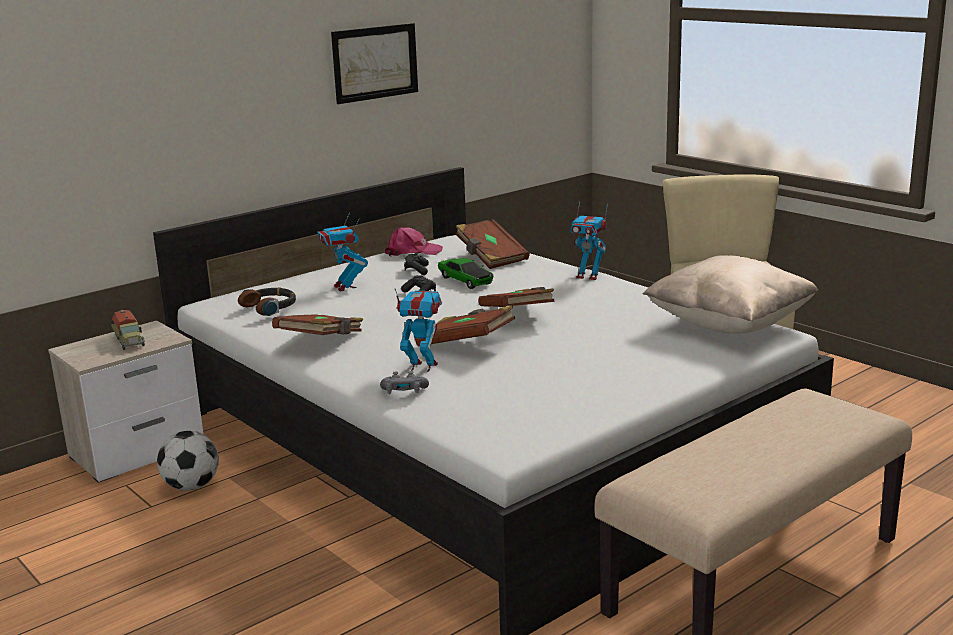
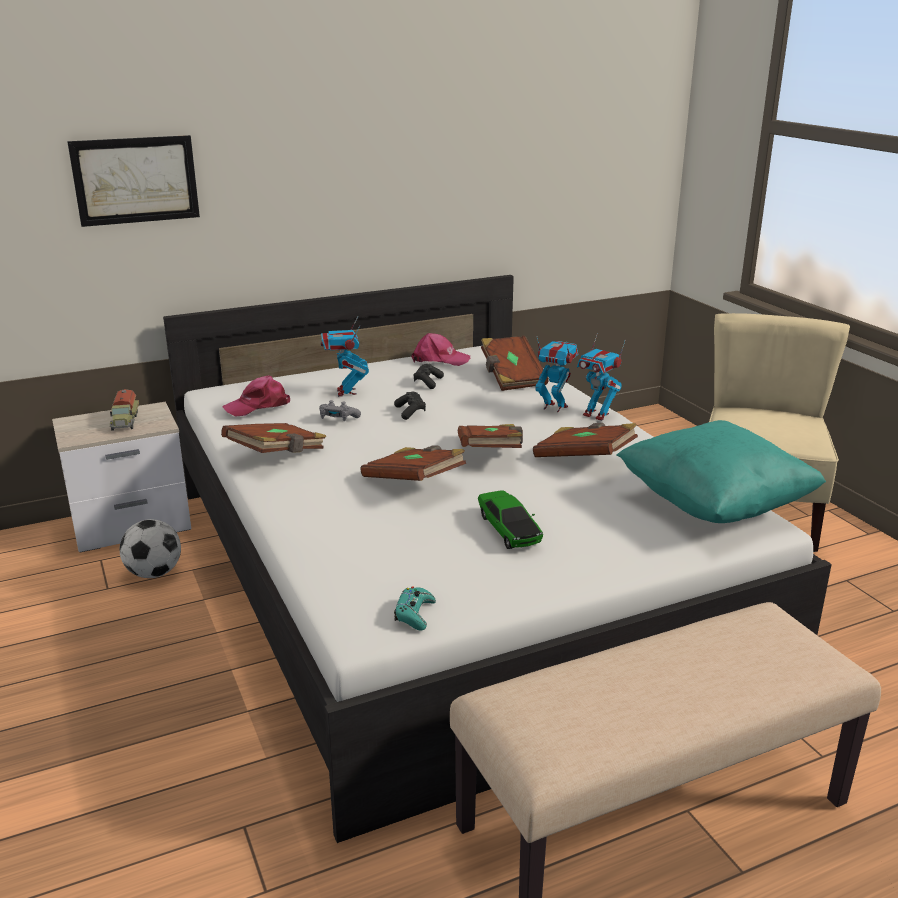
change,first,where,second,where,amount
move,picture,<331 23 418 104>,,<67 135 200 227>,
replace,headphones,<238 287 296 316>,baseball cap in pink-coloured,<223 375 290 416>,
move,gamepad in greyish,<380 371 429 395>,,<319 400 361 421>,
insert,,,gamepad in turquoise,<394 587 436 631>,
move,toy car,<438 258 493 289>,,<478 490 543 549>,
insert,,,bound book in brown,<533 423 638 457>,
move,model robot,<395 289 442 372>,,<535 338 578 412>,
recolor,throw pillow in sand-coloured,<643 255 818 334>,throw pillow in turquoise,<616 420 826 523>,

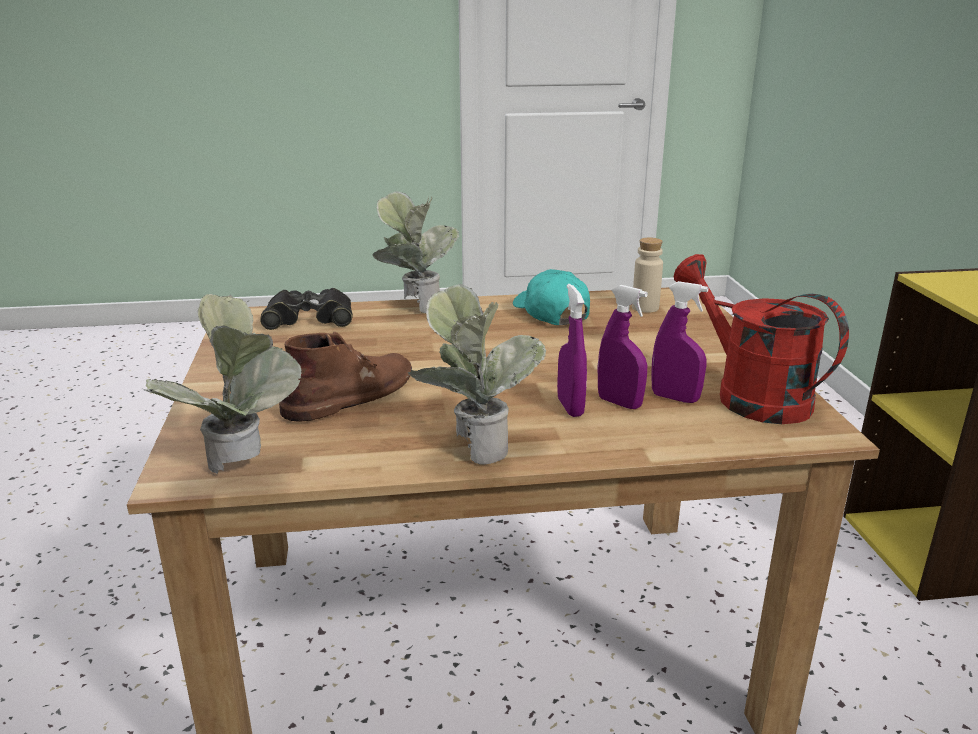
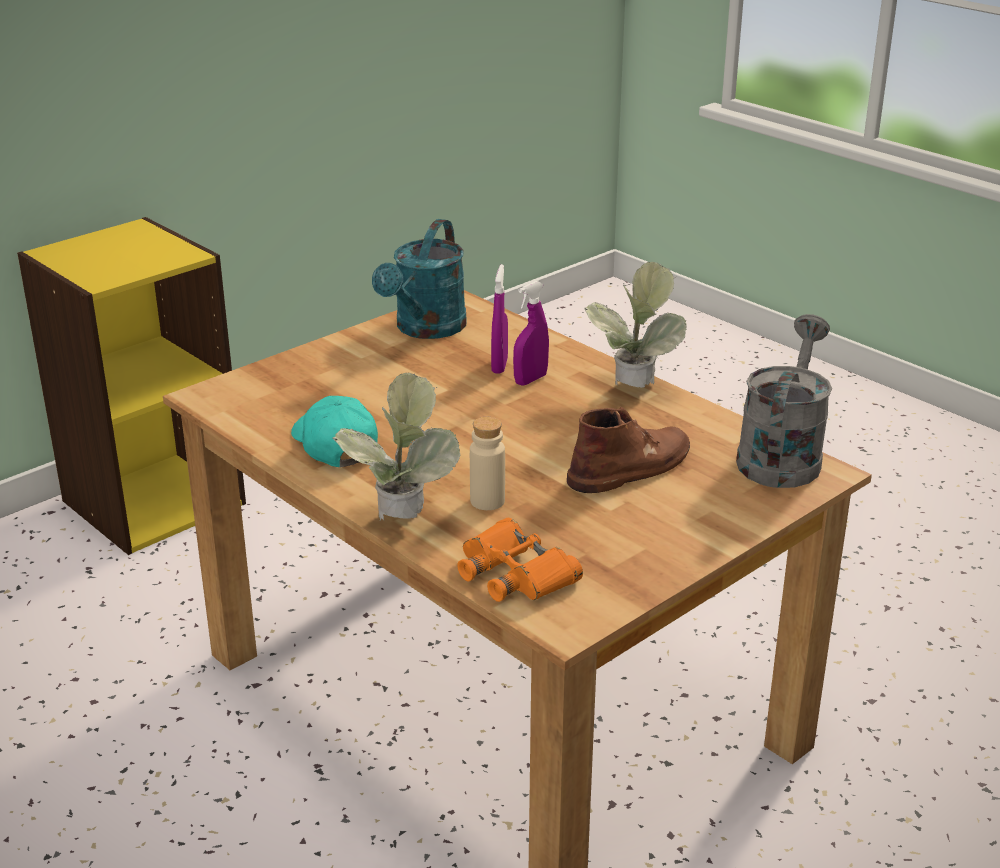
change,first,where,second,where,amount
rotate,baseball cap in turquoise,<513 269 590 325>,,<291 396 378 467>,120 degrees clockwise
recolor,watering pot in reddish,<674 254 849 424>,watering pot in turquoise,<372 219 467 339>,
recolor,field glasses in black-coloured,<260 288 353 330>,field glasses in orange,<457 518 583 602>,
move,drink bottle in sand-coloured,<632 238 663 313>,,<470 417 505 510>,
rotate,high-top boot in brown,<279 332 412 422>,,<567 407 690 493>,135 degrees clockwise
replace,potted plant,<145 294 302 474>,watering pot in greyish,<736 314 832 488>,
delete,hand sprayer in purple,<651 281 708 403>,,,

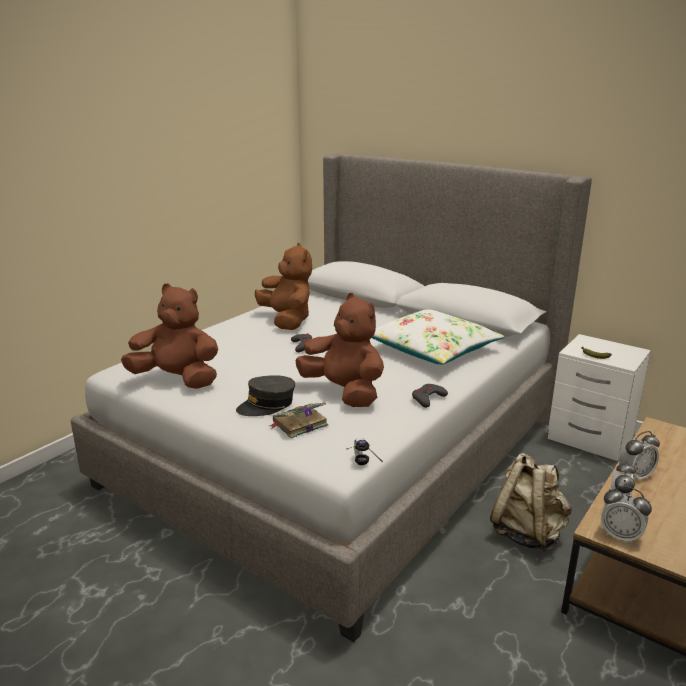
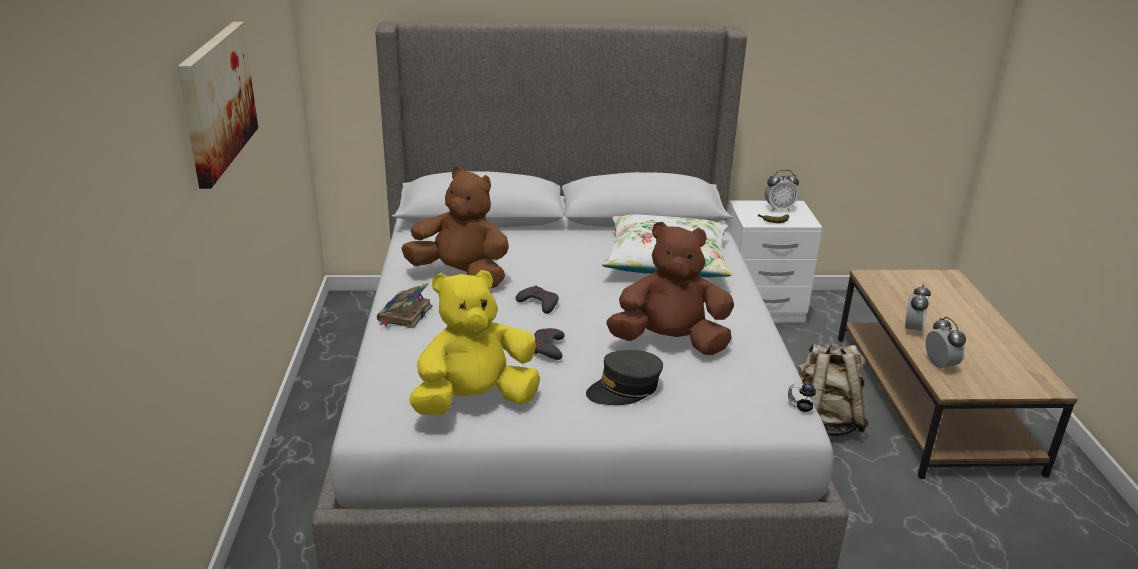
change,first,where,second,where,amount
insert,,,picture,<178 22 258 189>,
move,bound book,<270 403 328 438>,,<377 283 433 328>,
recolor,plush toy in brown,<121 283 218 389>,plush toy in yellow-coloured,<409 270 540 415>,
move,gamepad in greyish,<412 384 448 408>,,<534 328 565 360>,
rotate,baseball cap in greyish,<236 375 295 416>,,<586 350 663 405>,45 degrees clockwise
move,table clock,<601 486 652 545>,,<765 170 799 212>,

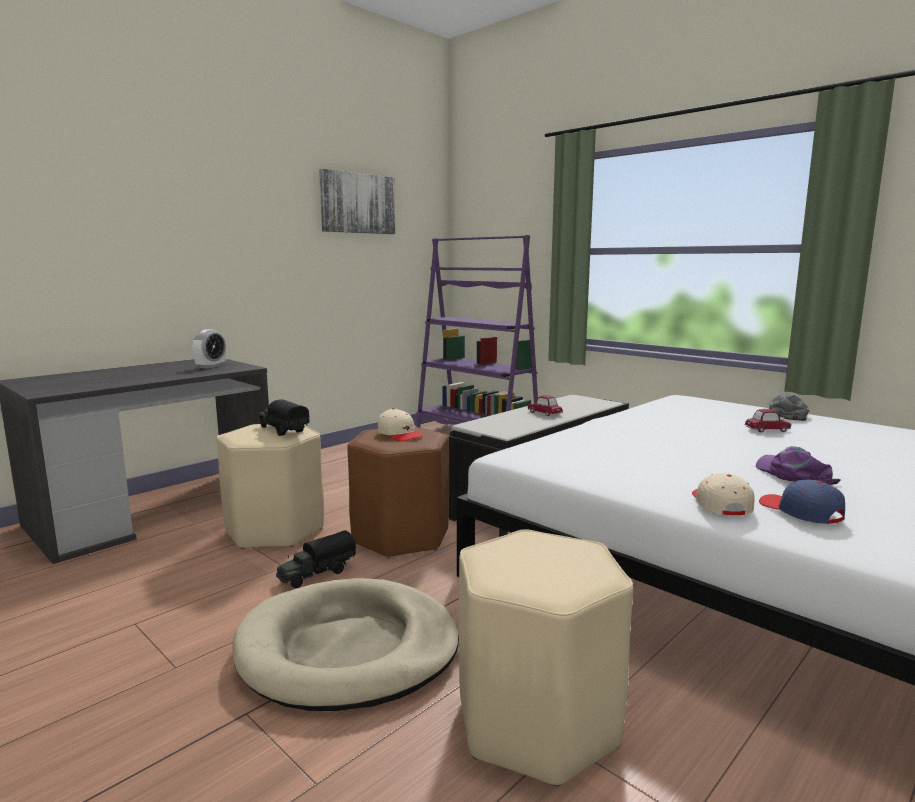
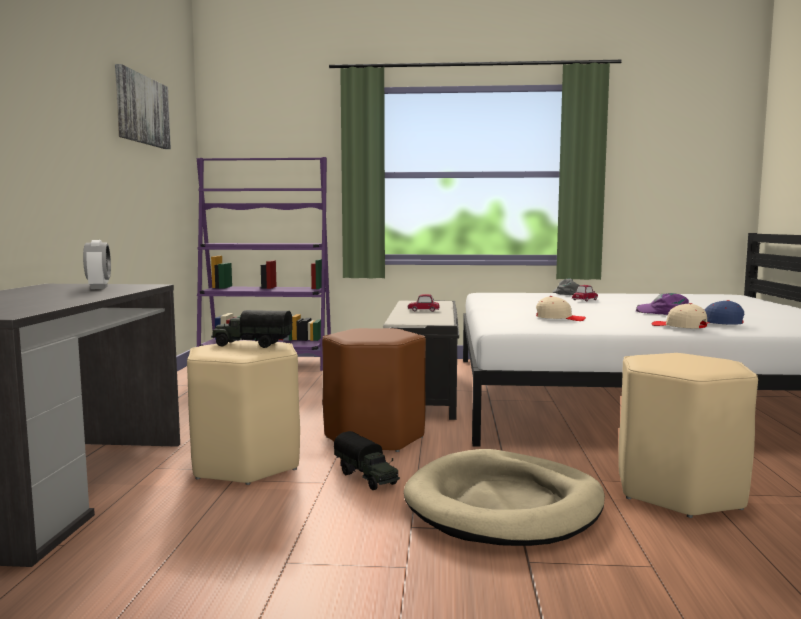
change,first,where,second,where,amount
rotate,toy lorry,<276 530 356 588>,,<334 431 400 490>,45 degrees counterclockwise
move,baseball cap in sand-coloured,<378 408 423 442>,,<536 296 586 321>,

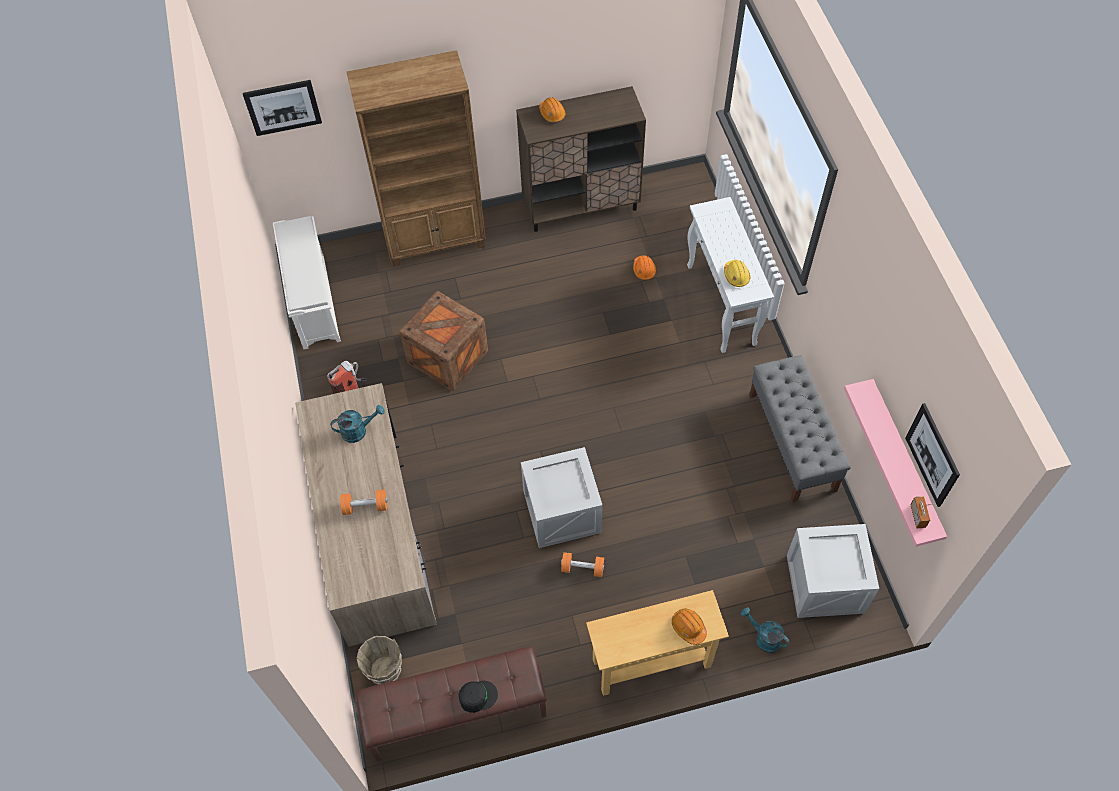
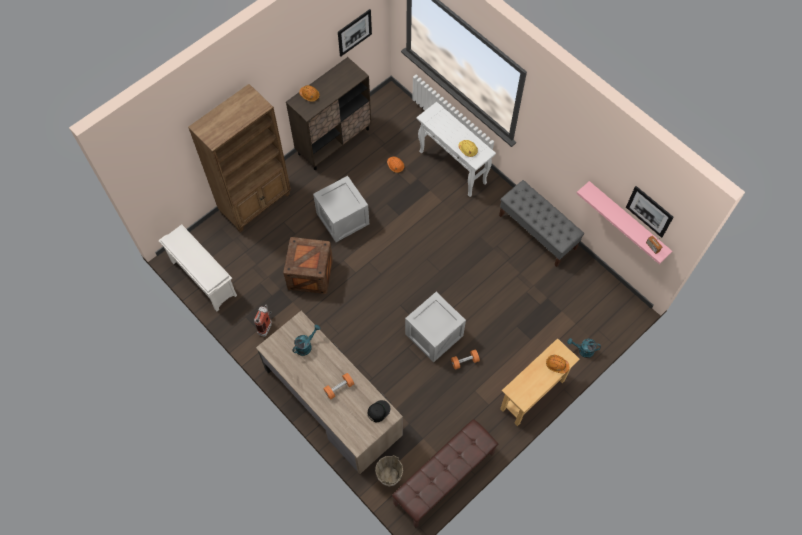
change,first,where,second,where,amount
move,crate,<787 524 879 618>,,<313 176 369 242>,
move,picture,<243 80 322 136>,,<338 9 372 57>,
move,baseball cap in black-coloured,<459 681 498 713>,,<368 400 390 422>,

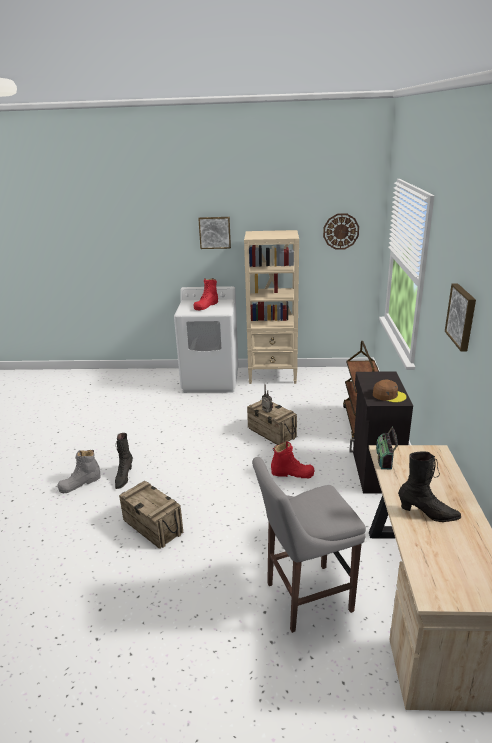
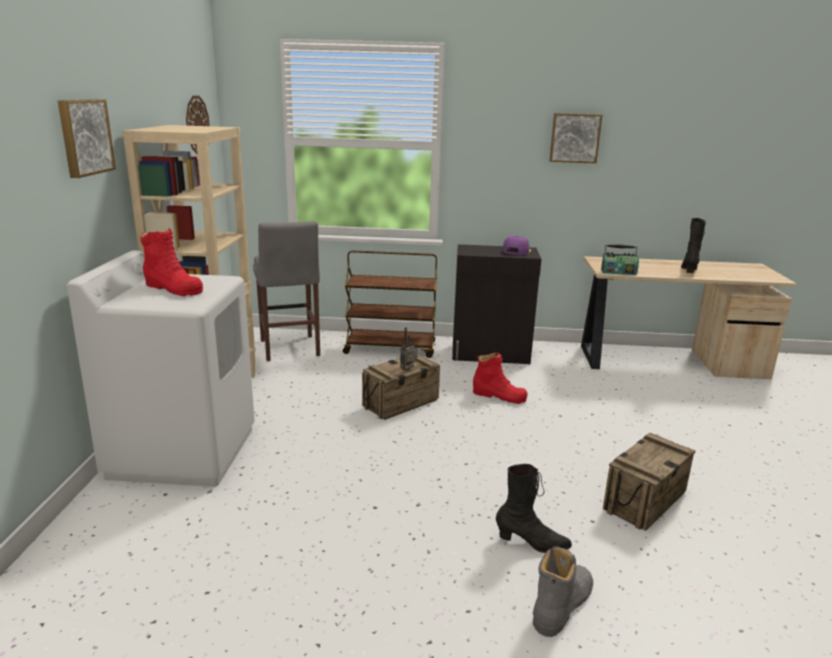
change,first,where,second,where,amount
move,stool in greyish,<252 457 366 633>,,<253 221 320 361>,
rotate,high-top boot in reddish,<271 442 315 478>,,<473 352 528 404>,105 degrees clockwise
recolor,baseball cap in brown,<373 380 407 403>,baseball cap in purple,<502 236 531 255>,
rotate,high-top boot in greyish,<57 450 101 493>,,<533 546 593 637>,105 degrees counterclockwise

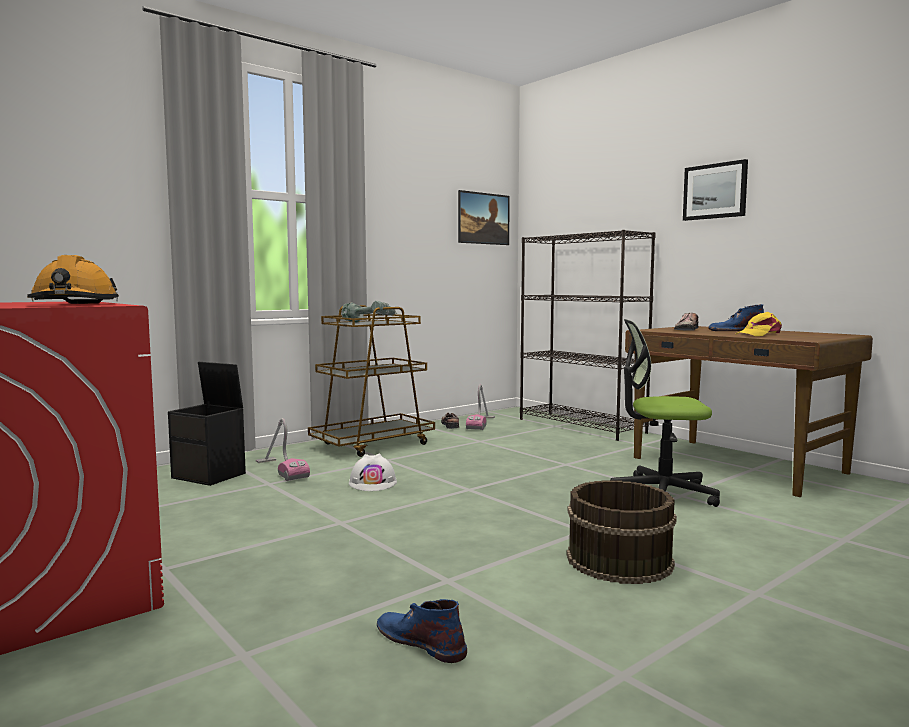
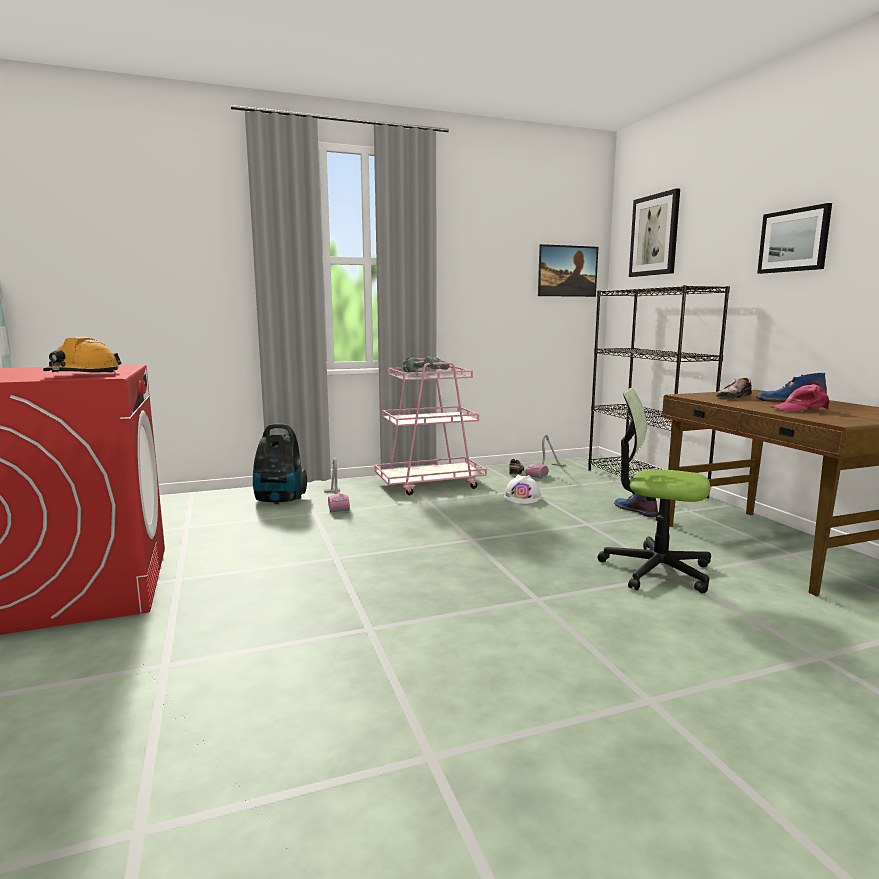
change,first,where,second,where,amount
replace,storage box in black-coloured,<168 362 246 486>,vacuum,<253 424 307 504>,
recolor,wheeled cart in brown,<308 305 435 457>,wheeled cart in pink-coloured,<375 358 487 495>,
move,work helmet in white,<349 454 397 491>,,<504 475 541 504>,
move,high-top boot in blue,<377 599 467 663>,,<614 493 659 517>,
insert,,,picture,<629 188 680 277>,
recolor,baseball cap in yellow-coloured,<736 312 782 336>,baseball cap in pink-coloured,<771 384 829 412>,
delete,bucket in brown,<567 480 677 584>,,,

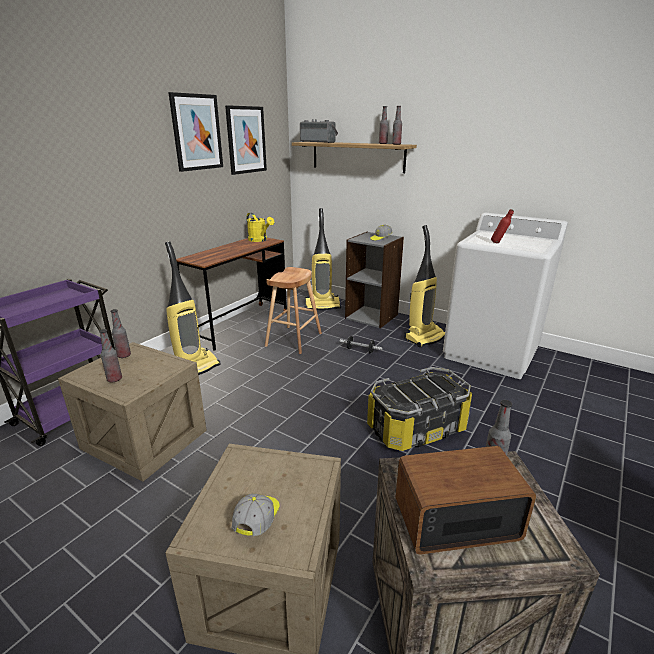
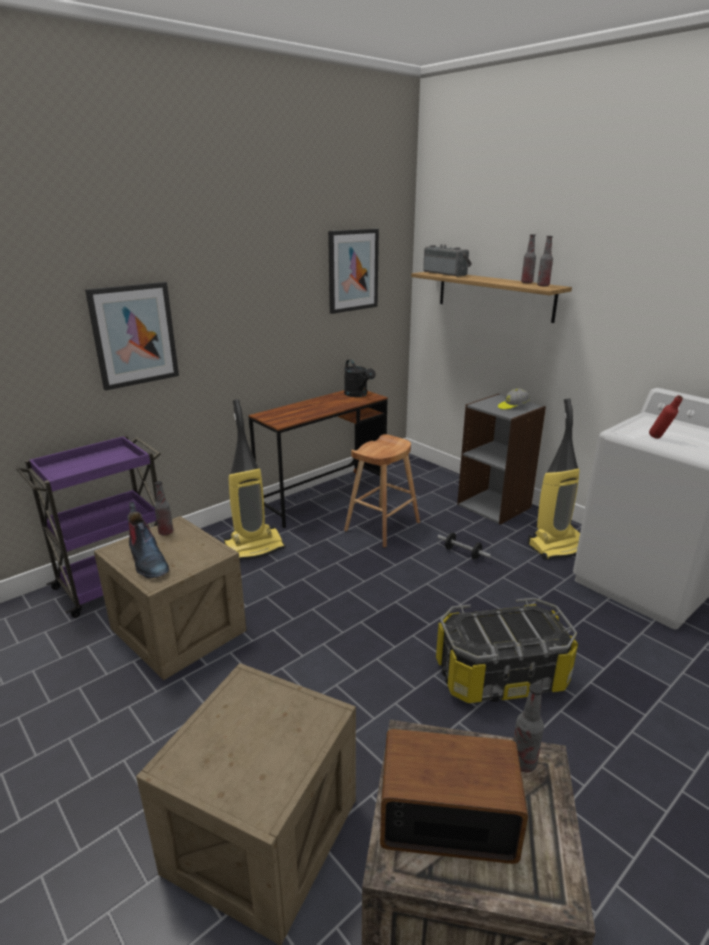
change,first,where,second,where,amount
move,picture,<168 92 223 172>,,<85 282 179 391>,
replace,drink bottle,<99 329 122 382>,high-top boot,<127 502 169 579>,
recolor,watering pot in yellow-coloured,<247 213 274 242>,watering pot in black-coloured,<344 360 376 397>,
delete,baseball cap,<232 494 280 536>,,,
delete,vacuum,<305 208 341 310>,,,

